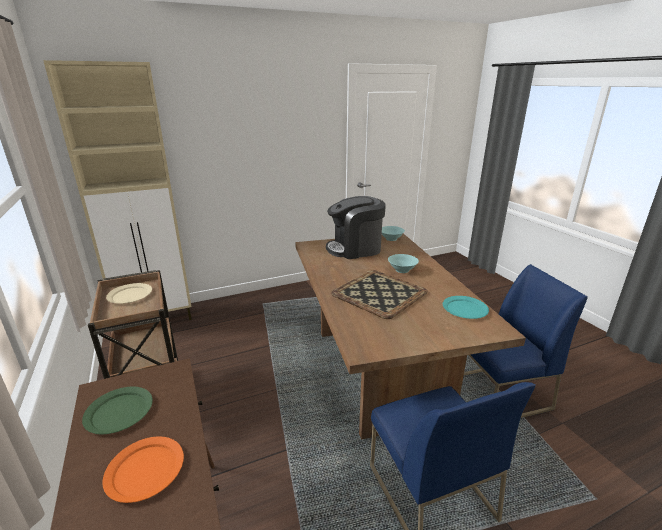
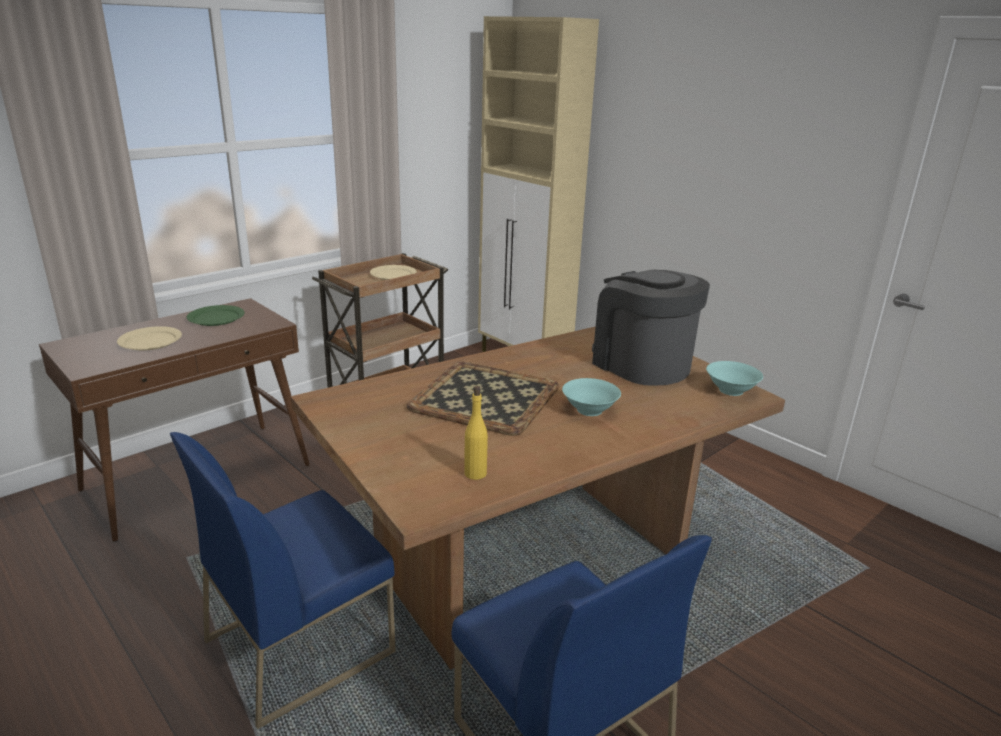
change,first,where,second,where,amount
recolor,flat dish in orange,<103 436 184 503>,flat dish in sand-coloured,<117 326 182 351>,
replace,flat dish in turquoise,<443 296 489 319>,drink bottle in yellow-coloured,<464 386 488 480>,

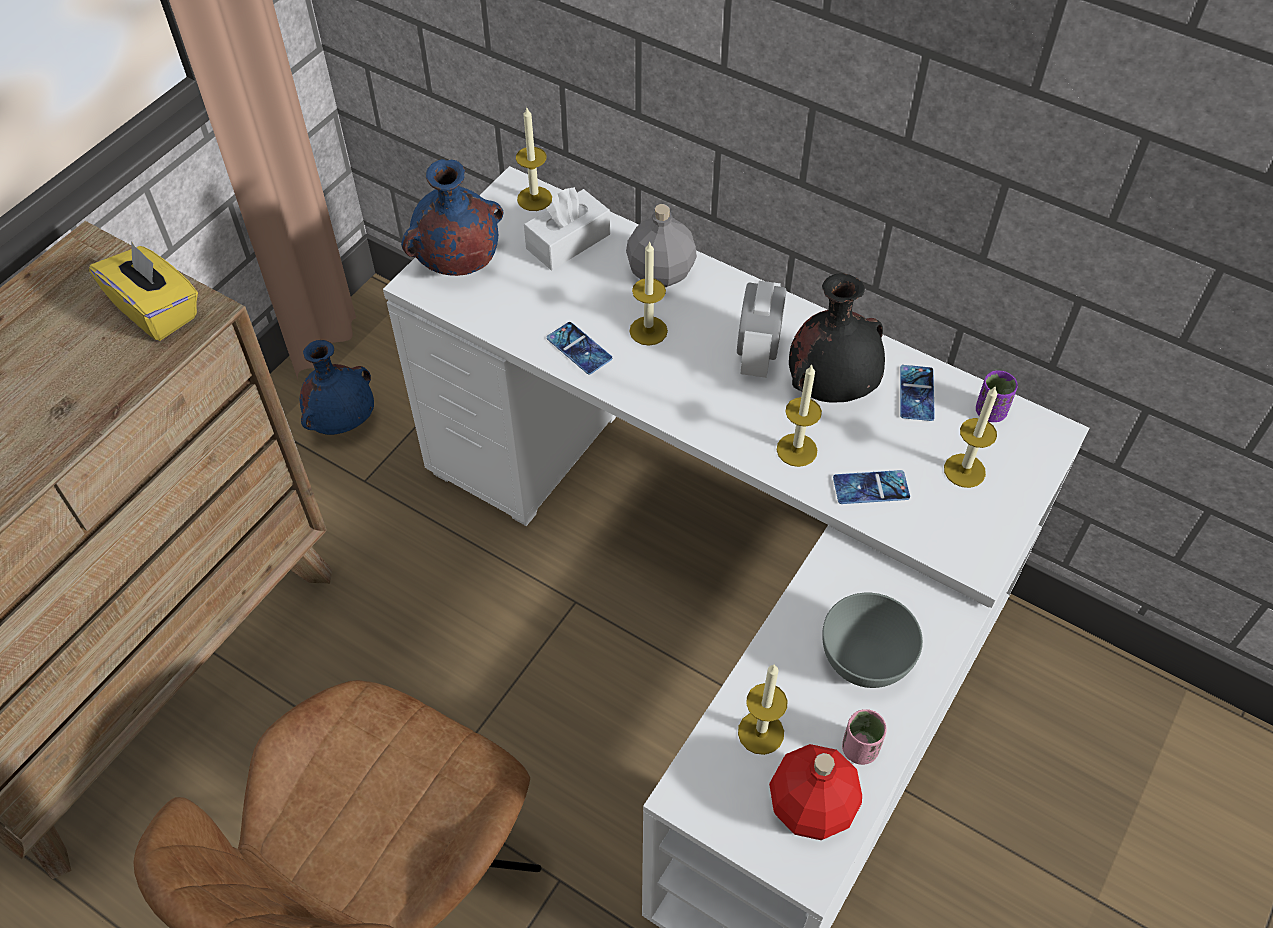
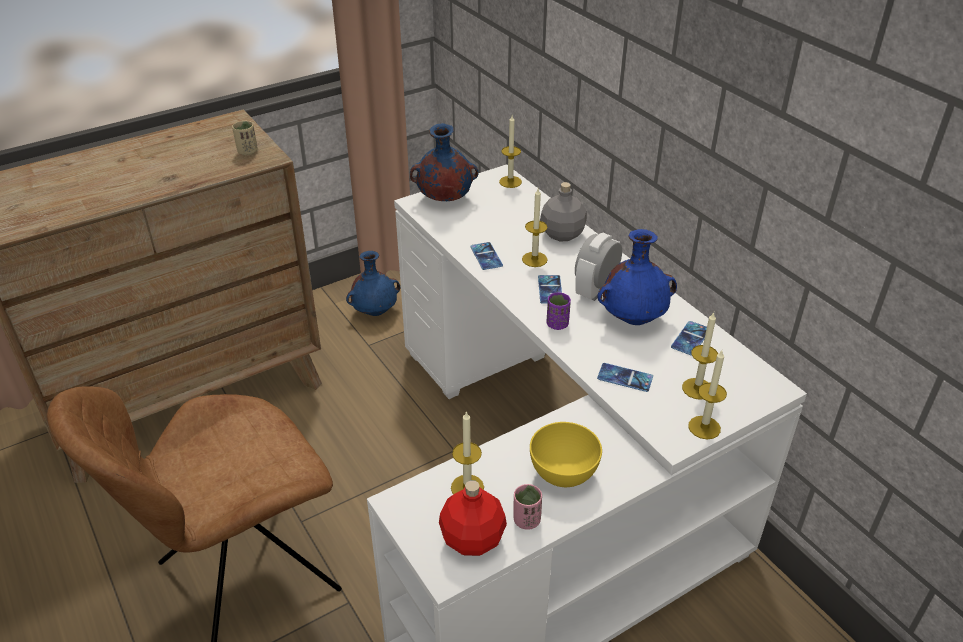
change,first,where,second,where,amount
replace,tissue holder in yellow-coloured,<89 241 198 341>,cup in sand-coloured,<232 121 258 156>,
recolor,serving bowl in greyish,<822 593 923 688>,serving bowl in yellow-coloured,<530 422 602 487>,
insert,,,handset,<538 275 562 304>,
move,cup in purple,<976 371 1018 422>,,<546 292 571 330>,
recolor,decorative vase in black-coloured,<789 273 885 402>,decorative vase in blue,<597 229 677 325>,
move,candle,<777 365 822 467>,,<688 350 727 439>,
delete,tissue holder in white,<524 187 610 270>,,,

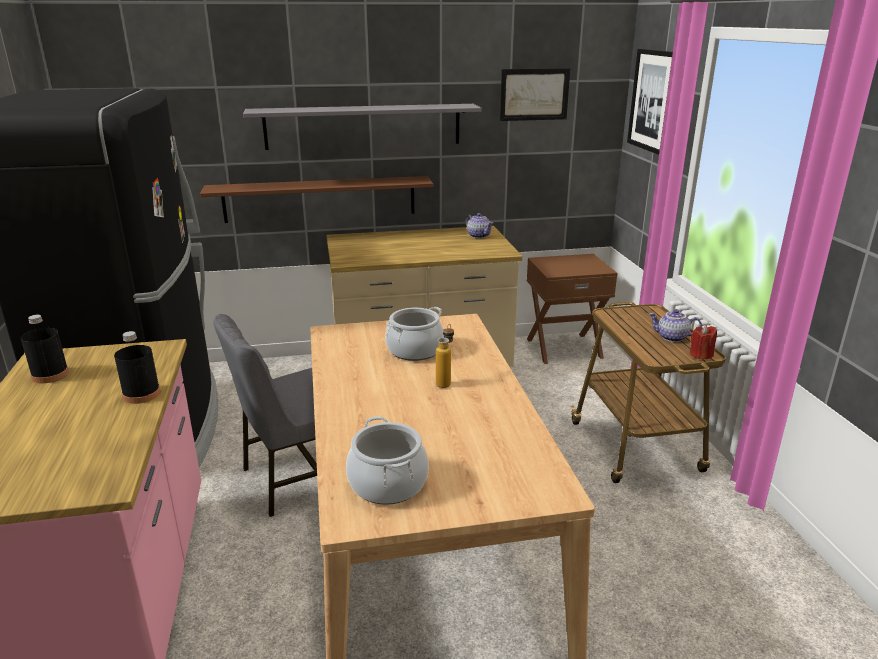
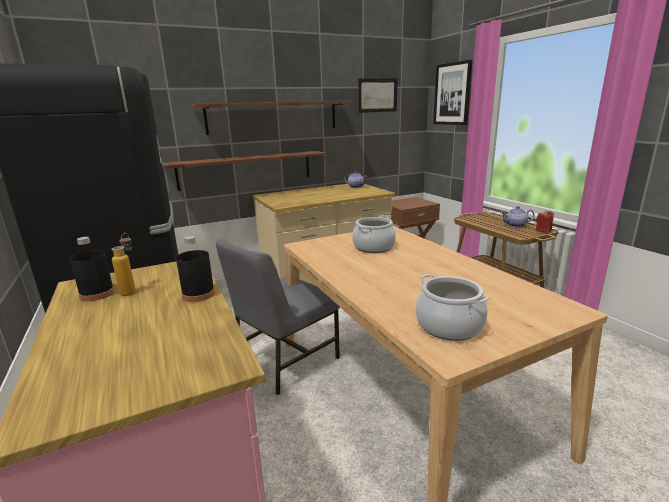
change,first,where,second,where,amount
move,drink bottle,<436 324 454 388>,,<111 233 136 296>,
recolor,shelf in greyish,<243 104 482 150>,shelf in brown,<191 100 353 135>,

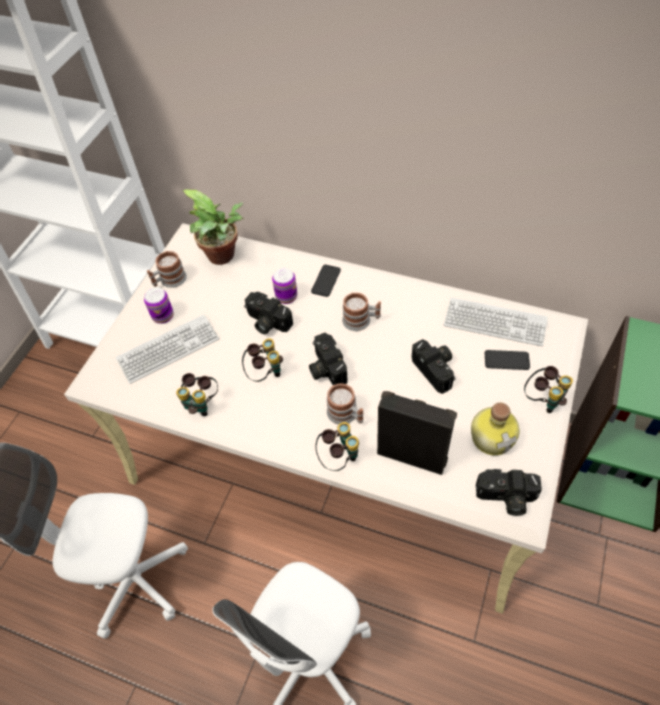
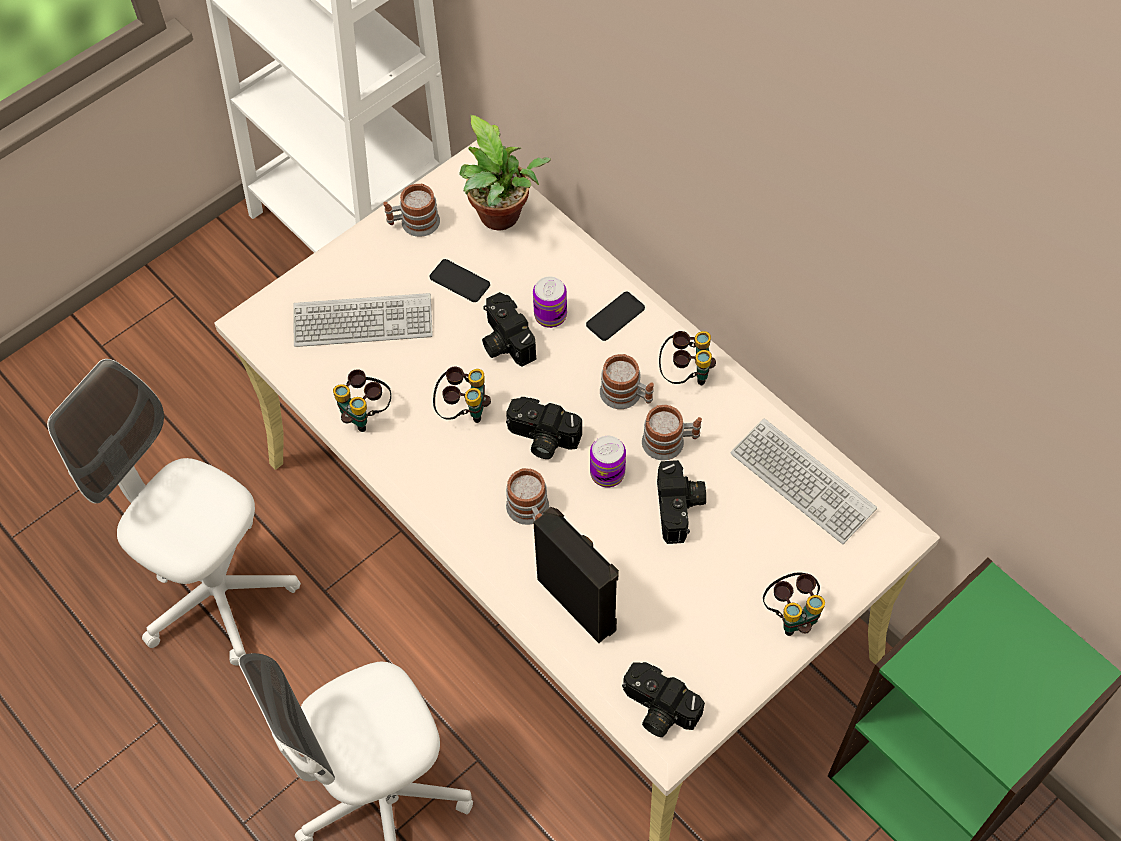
change,first,where,second,where,amount
move,handset,<485 350 530 370>,,<430 259 490 302>,
rotate,photo camera,<309 333 347 385>,,<506 397 582 459>,75 degrees counterclockwise
move,sealed can,<144 287 174 324>,,<590 436 626 488>,
insert,,,coffee mug,<642 405 702 460>,
move,field glasses,<315 422 359 471>,,<659 331 716 385>,
delete,drink bottle,<471 403 520 456>,,,

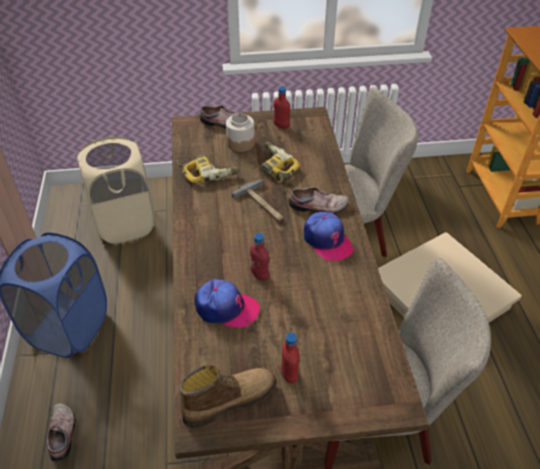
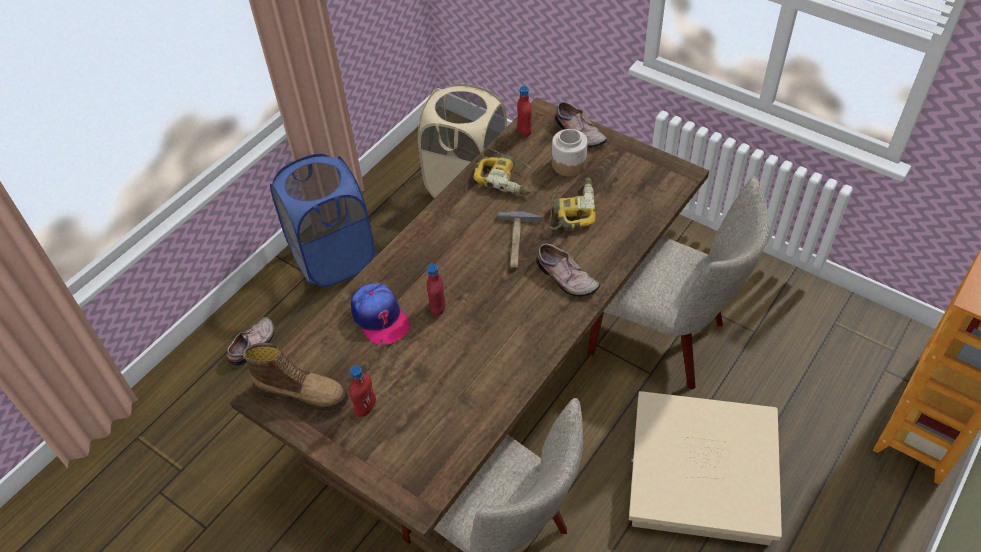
change,first,where,second,where,amount
move,drink bottle in reddish,<273 86 290 129>,,<517 86 532 137>,
delete,baseball cap,<304 212 354 261>,,,

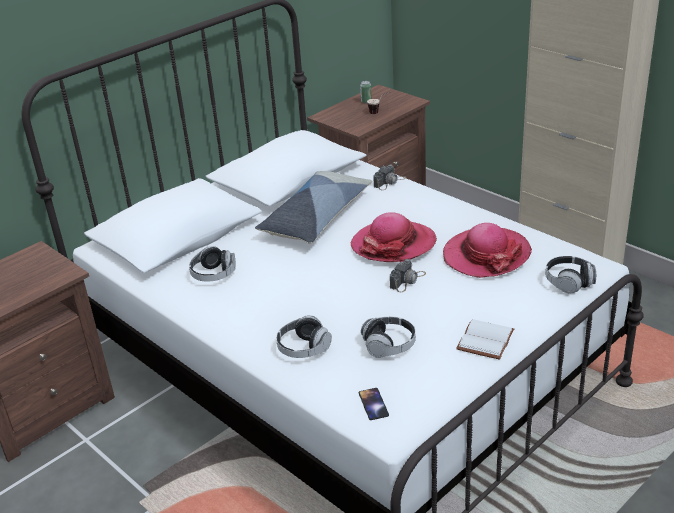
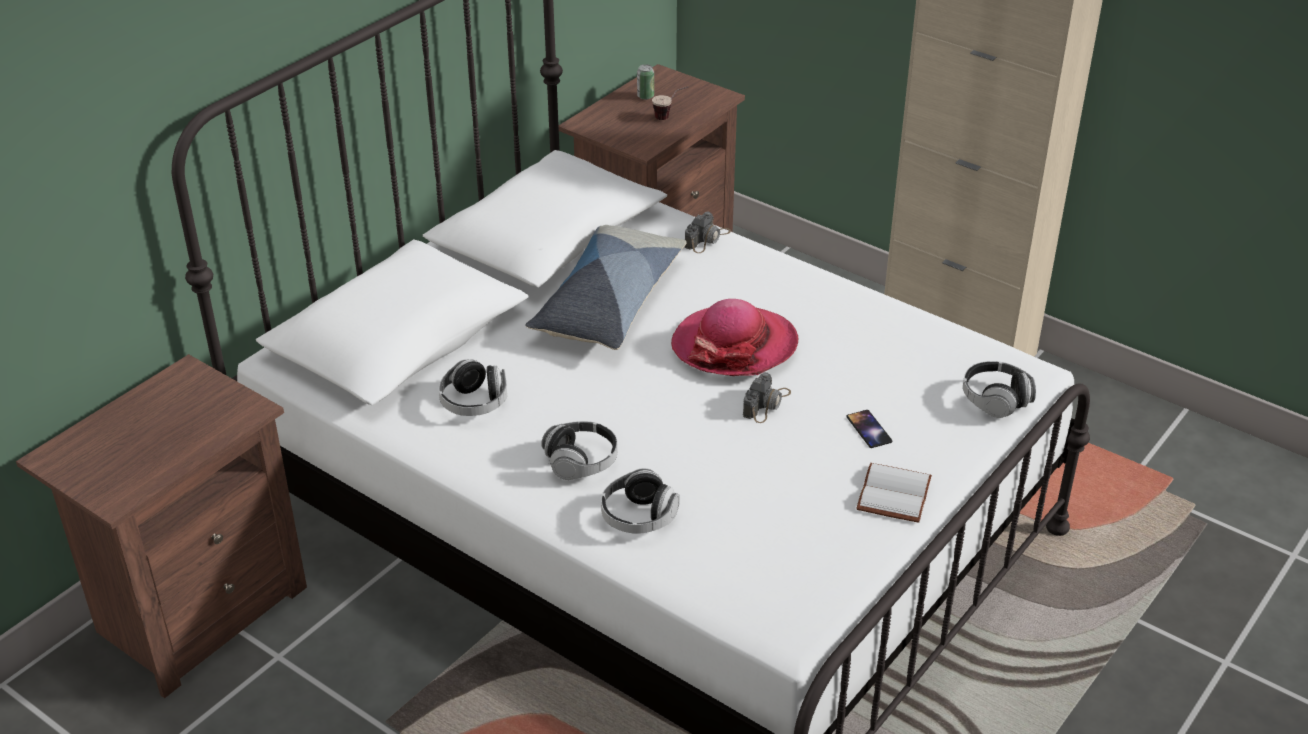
change,first,where,second,where,amount
move,headphones,<361 317 416 358>,,<541 421 618 480>,
move,handset,<359 388 389 420>,,<846 410 892 448>,
delete,clothing hat,<443 223 532 278>,,,

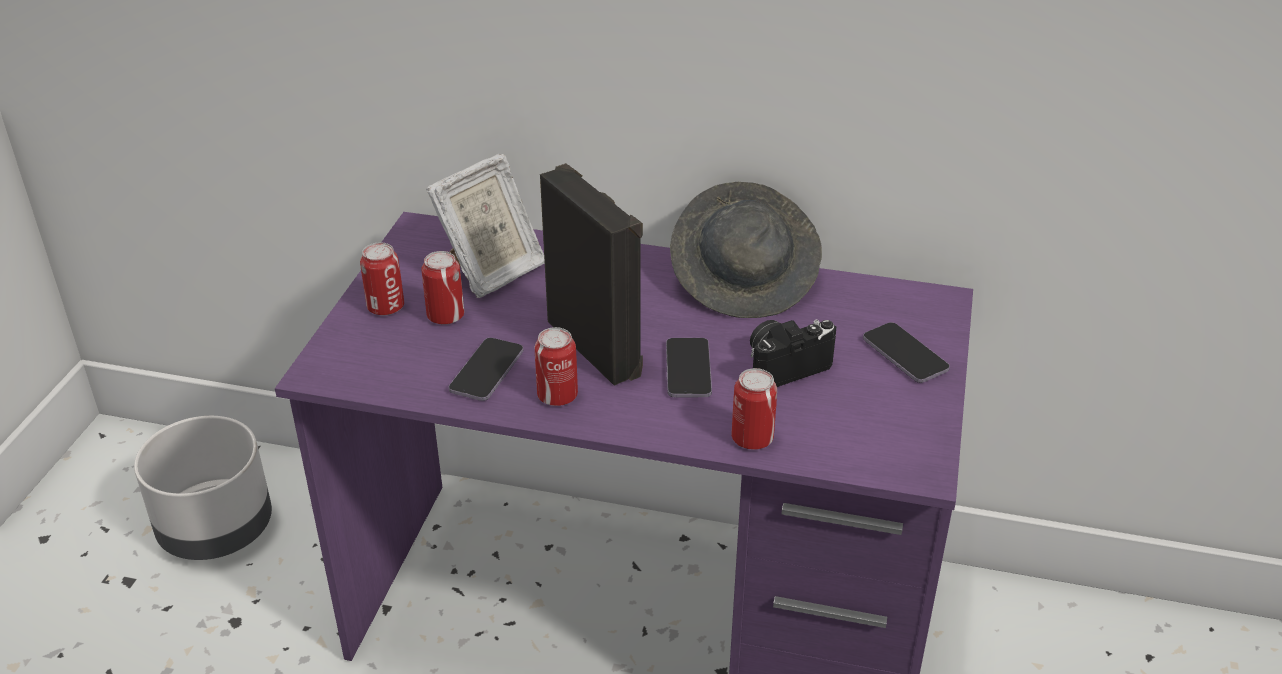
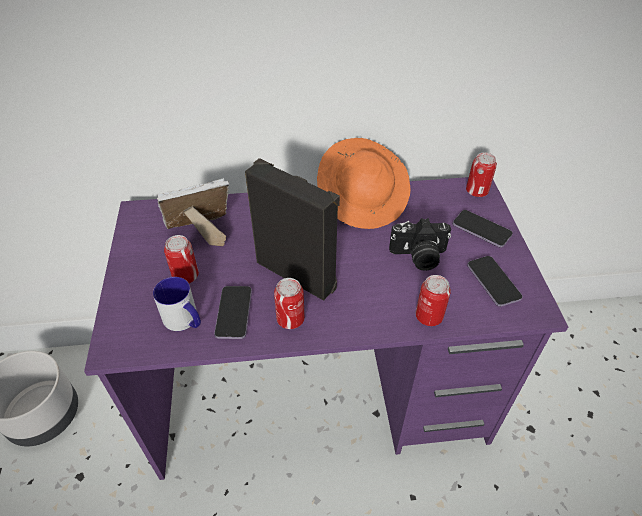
change,first,where,second,where,amount
insert,,,coffee mug,<153 277 201 331>,
rotate,picture frame,<426 154 545 298>,,<157 178 229 246>,135 degrees counterclockwise
recolor,clothing hat in greyish,<670 182 822 318>,clothing hat in orange,<317 138 410 229>,
rotate,photo camera,<750 320 837 387>,,<389 218 451 270>,135 degrees counterclockwise
move,sealed can,<360 242 404 316>,,<466 152 497 197>,
move,handset,<666 338 712 397>,,<467 256 523 307>,

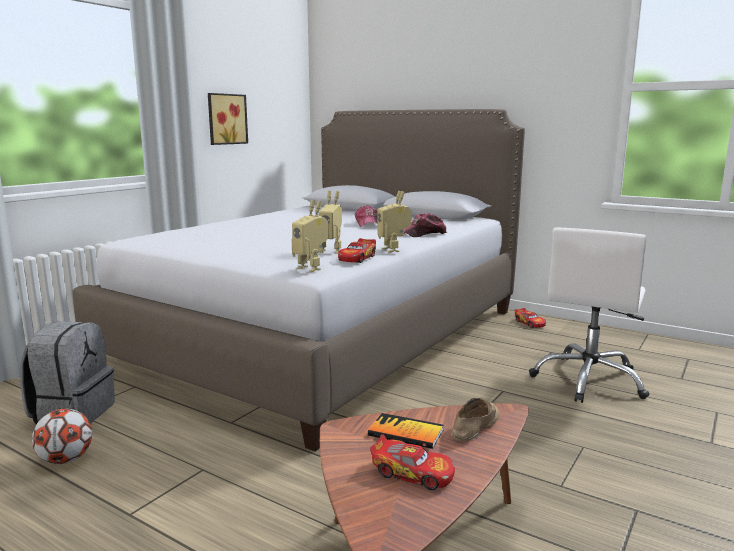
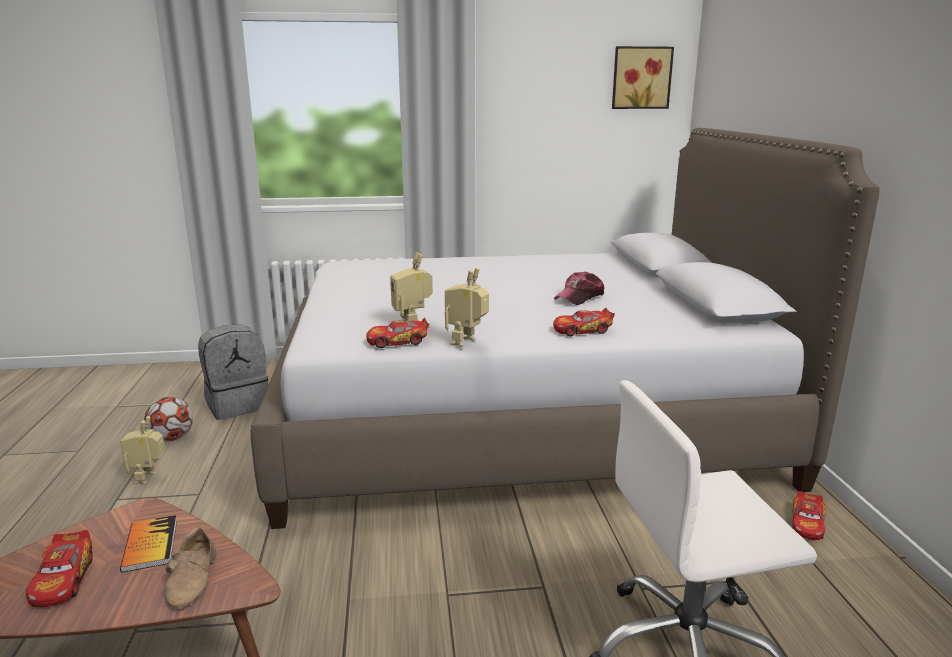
change,first,where,second,where,amount
move,model robot,<292 200 329 272>,,<120 416 165 485>,
rotate,shoe in sand-coloured,<452 398 499 441>,,<164 526 217 609>,90 degrees clockwise
replace,baseball cap,<404 213 447 237>,toy car,<553 308 615 336>,
move,picture,<208 93 248 145>,,<612 46 674 109>,

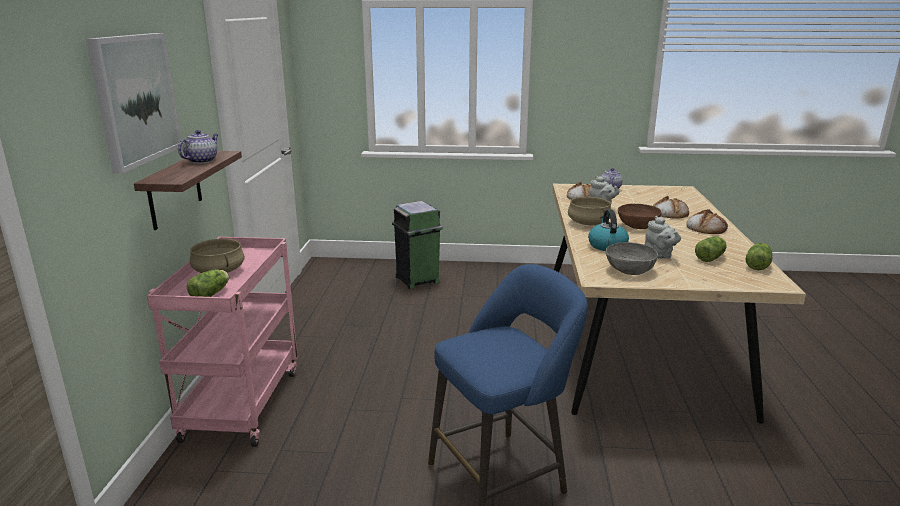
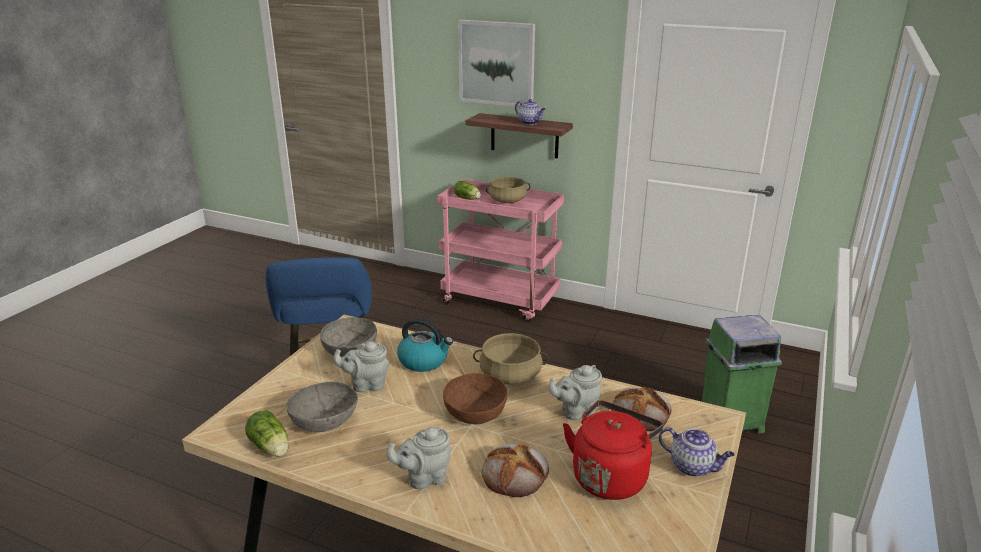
change,first,where,second,where,amount
replace,lettuce,<695 237 727 262>,serving bowl in greyish,<286 381 358 432>,
replace,bread,<686 209 728 234>,tea pot in greyish,<387 427 451 489>,
insert,,,kettle in reddish,<563 400 663 500>,

